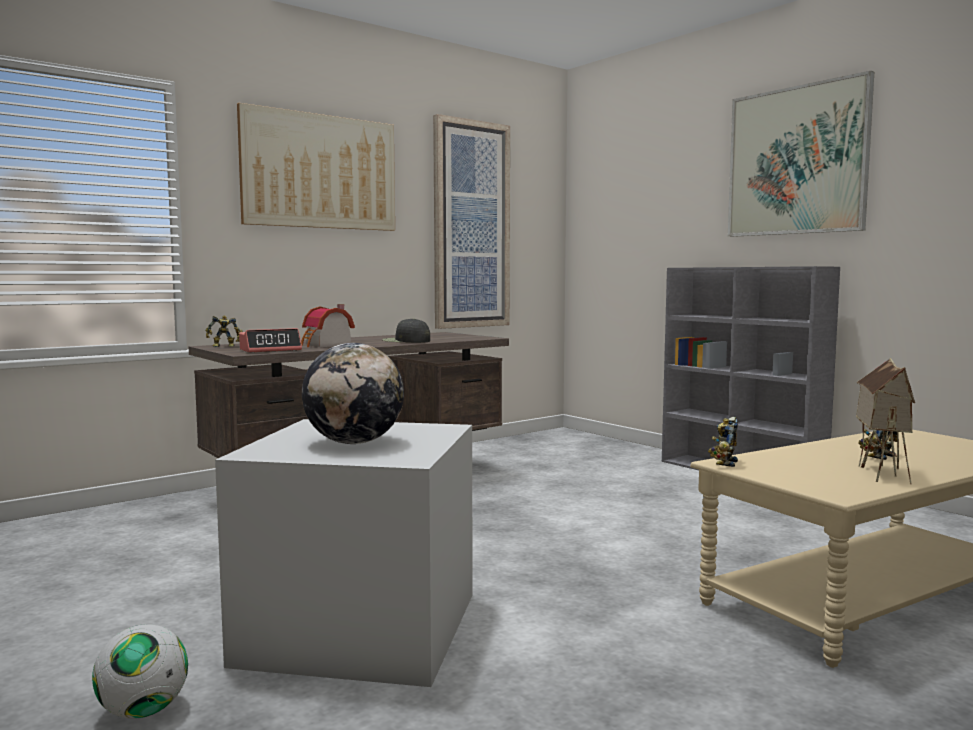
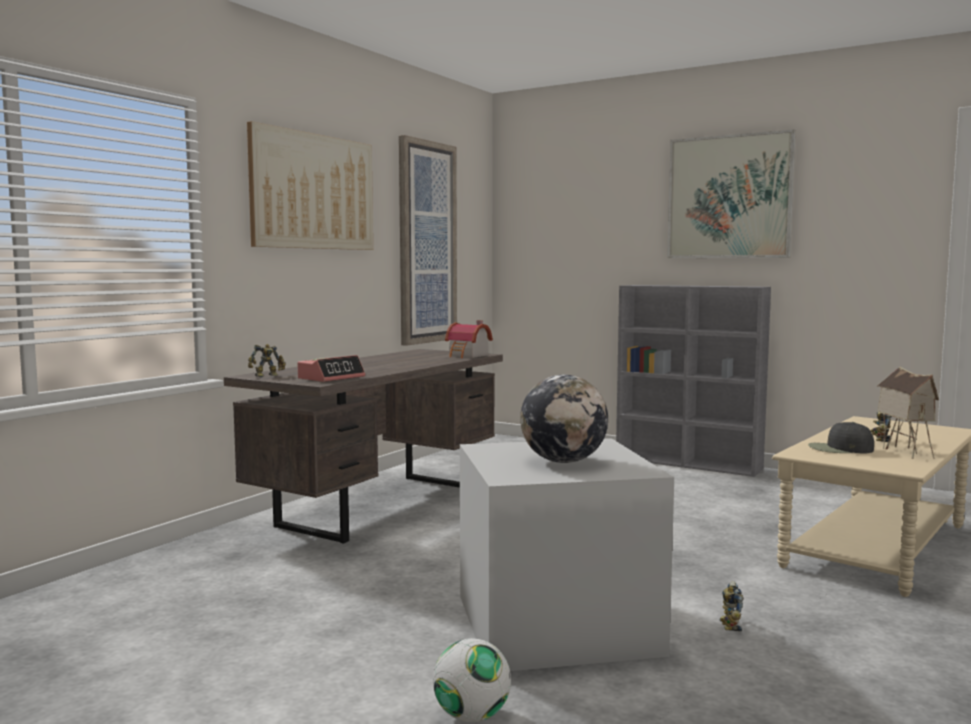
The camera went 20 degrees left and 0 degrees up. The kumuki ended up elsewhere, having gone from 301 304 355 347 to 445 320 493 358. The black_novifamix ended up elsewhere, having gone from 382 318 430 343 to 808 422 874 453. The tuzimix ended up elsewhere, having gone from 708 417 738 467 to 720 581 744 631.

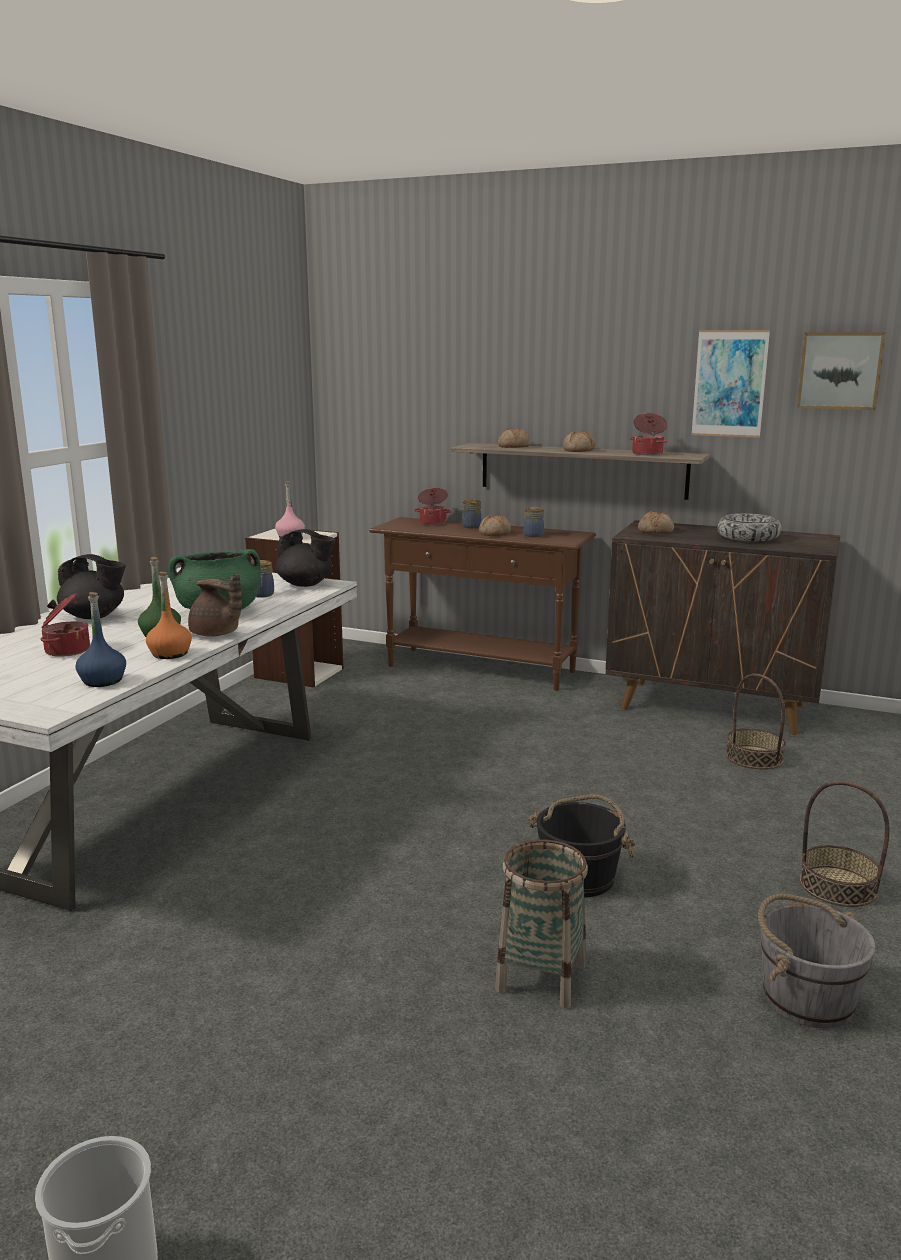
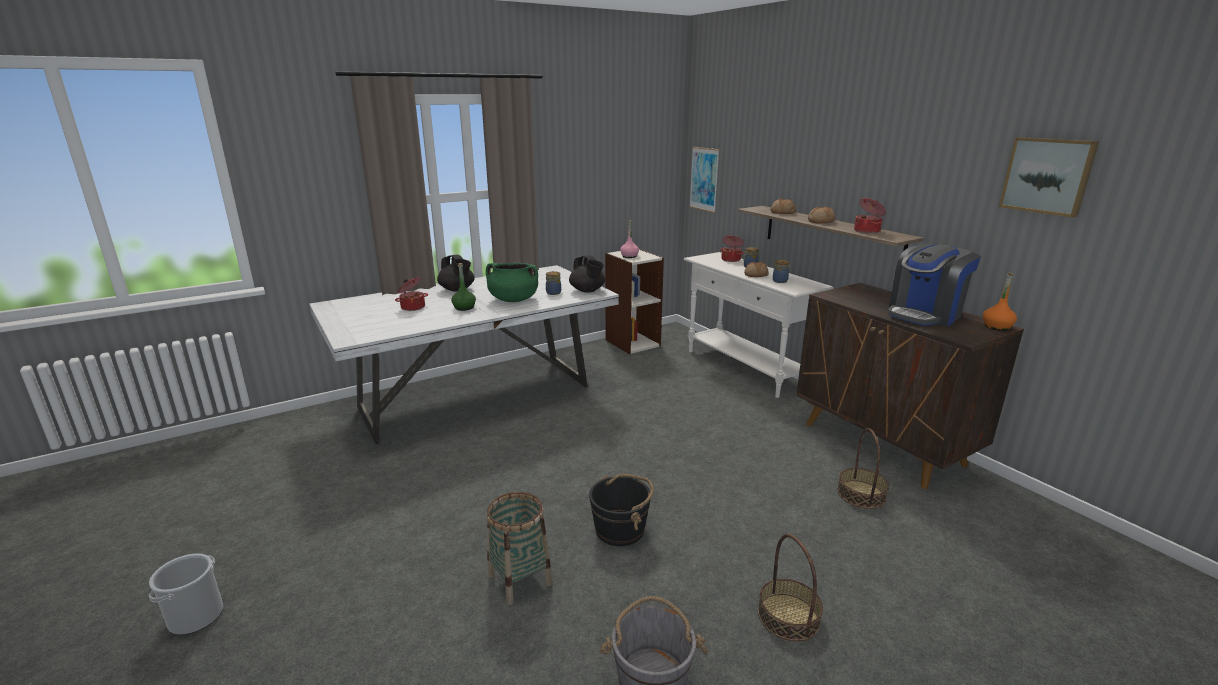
The camera went 35 degrees right and 5 degrees up. The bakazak ended up elsewhere, having gone from 691 330 770 438 to 689 147 720 213. The second view lost the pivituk at 638 511 674 534. Where the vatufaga stood at 717 513 782 542, the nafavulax came to stand at 888 244 981 326. What was the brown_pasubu at 369 517 596 691 turned into the white_pasubu at 684 252 834 398. The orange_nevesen ended up elsewhere, having gone from 146 572 192 659 to 983 272 1017 331. The second view lost the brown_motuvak at 188 574 242 637. The second view lost the blue_nevesen at 75 592 126 687.

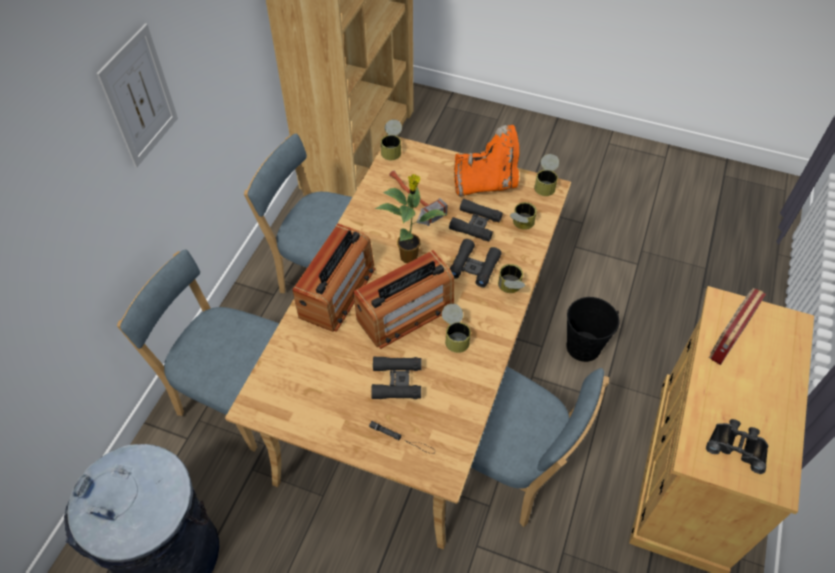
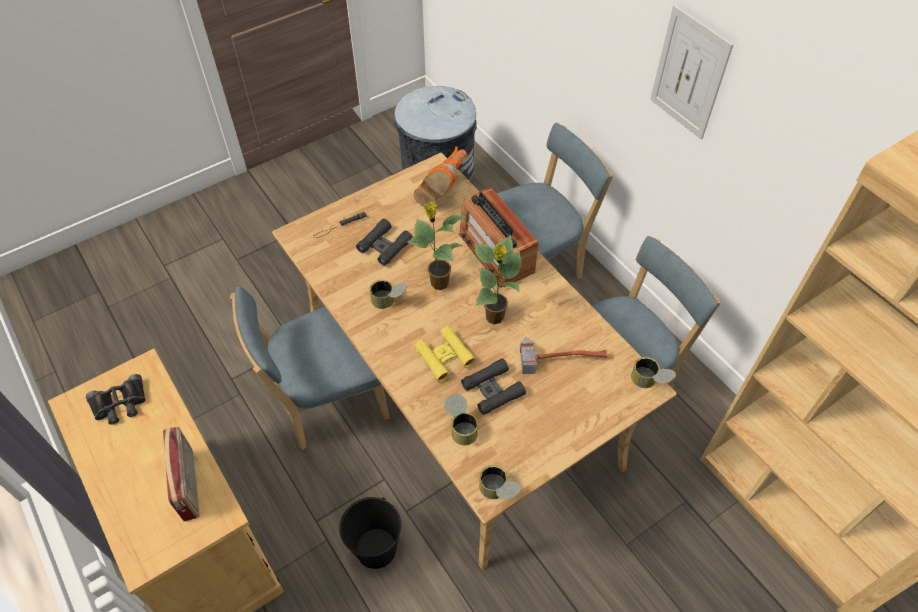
The camera went 125 degrees right and 0 degrees up. The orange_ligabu ended up elsewhere, having gone from 454 125 520 197 to 414 146 467 207. What was the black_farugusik at 450 239 502 287 turned into the yellow_farugusik at 414 326 476 382. Where the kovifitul stood at 353 250 454 349, the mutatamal came to stand at 407 202 466 290. The second view lost the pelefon at 498 264 525 293.

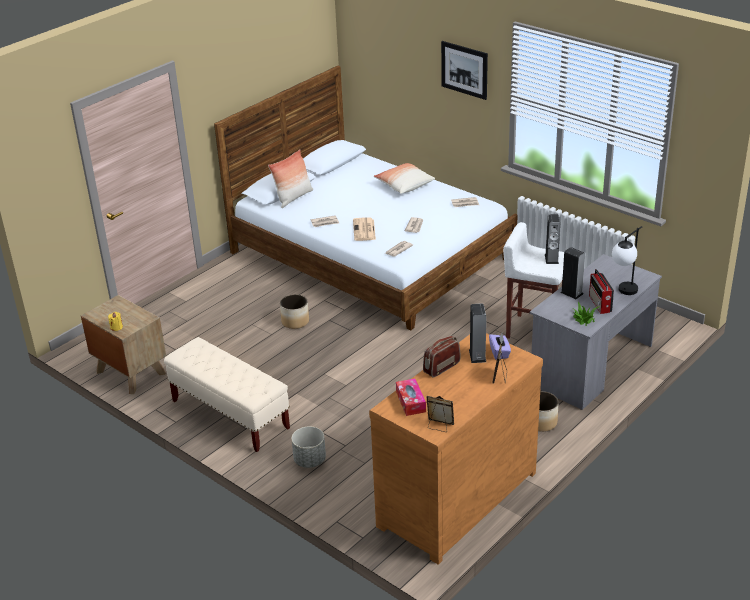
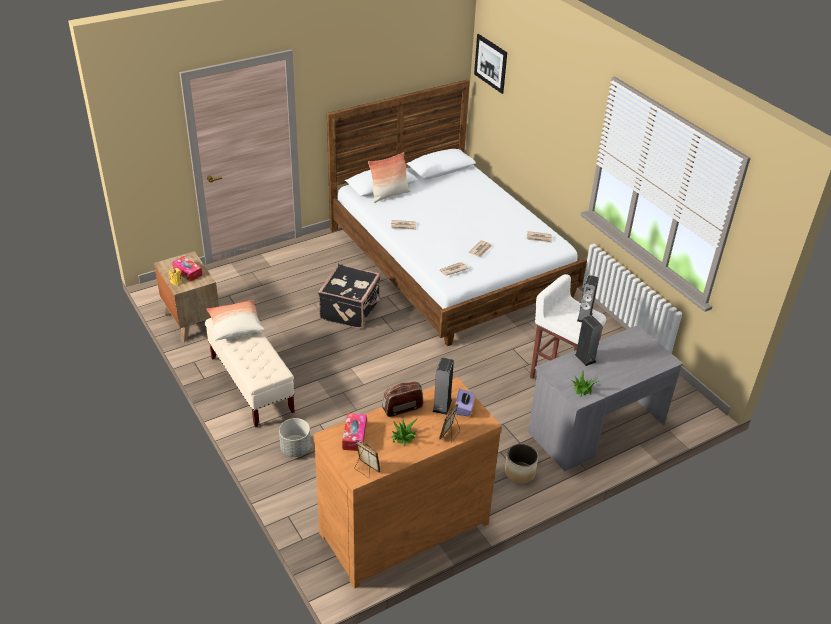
The camera went 15 degrees right and 5 degrees up. The bakazak ended up elsewhere, having gone from 441 41 488 100 to 474 34 507 94. The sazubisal ended up elsewhere, having gone from 374 163 435 194 to 207 300 265 341. The second view lost the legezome at 353 217 376 241. The second view lost the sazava at 612 226 642 295. The second view lost the kovifitul at 589 269 614 314. Where the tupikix stood at 280 294 309 329, the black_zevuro came to stand at 318 264 380 329. The second view gained the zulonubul at 172 256 202 282. The second view gained the mutatamal at 391 418 418 446.

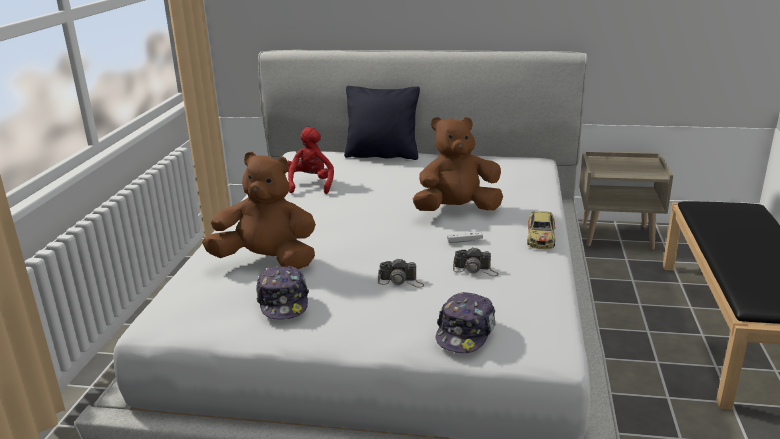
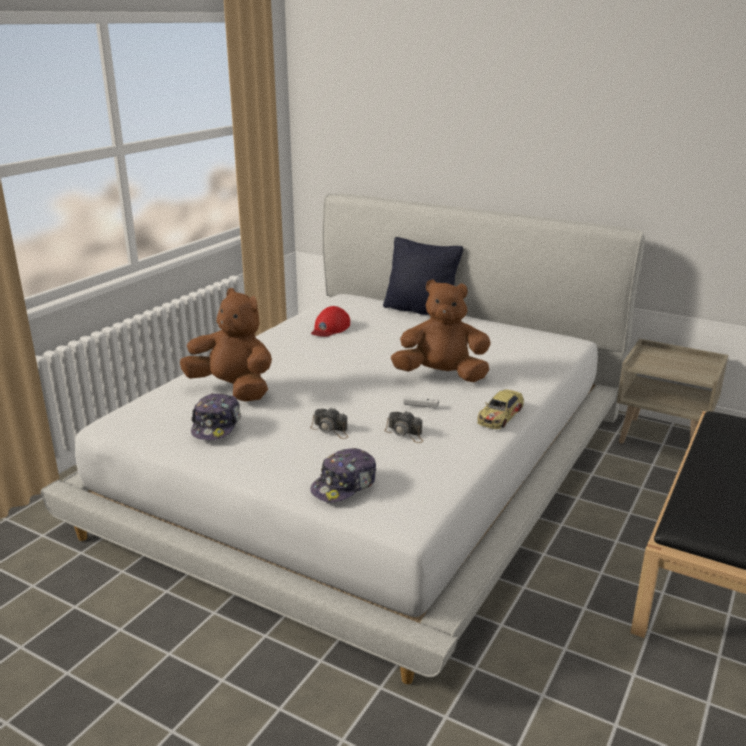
The camera went 20 degrees right and 0 degrees up. Where the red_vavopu stood at 287 127 334 194, the red_novifamix came to stand at 311 306 350 337.

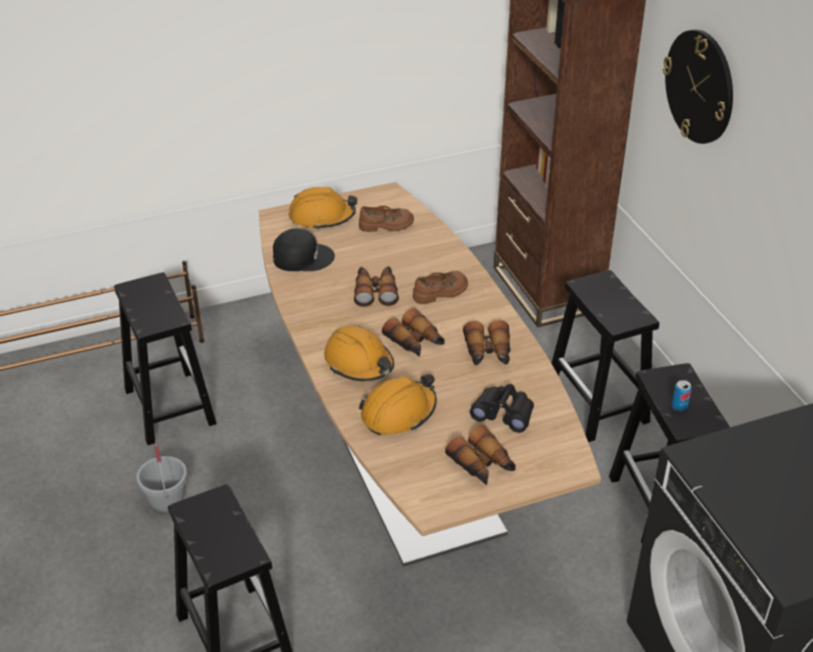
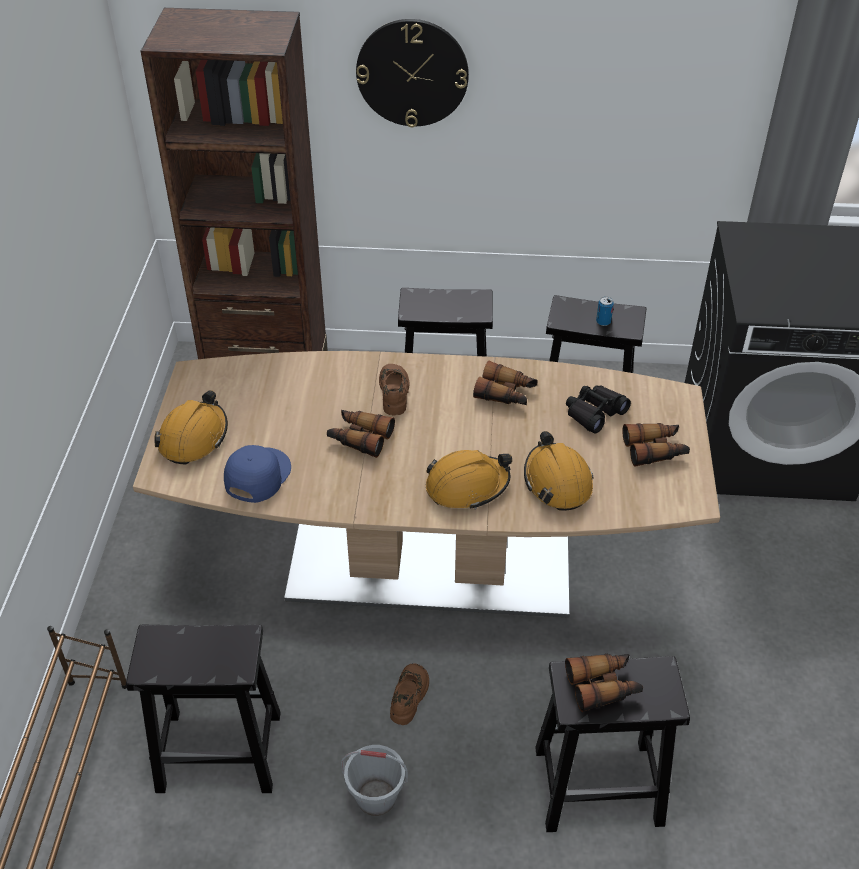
The camera went 65 degrees left and 5 degrees up. The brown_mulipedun ended up elsewhere, having gone from 359 206 414 232 to 390 663 429 725. What was the black_novifamix at 273 228 335 271 turned into the blue_novifamix at 224 445 291 503. The farugusik ended up elsewhere, having gone from 382 308 445 357 to 565 654 643 712.

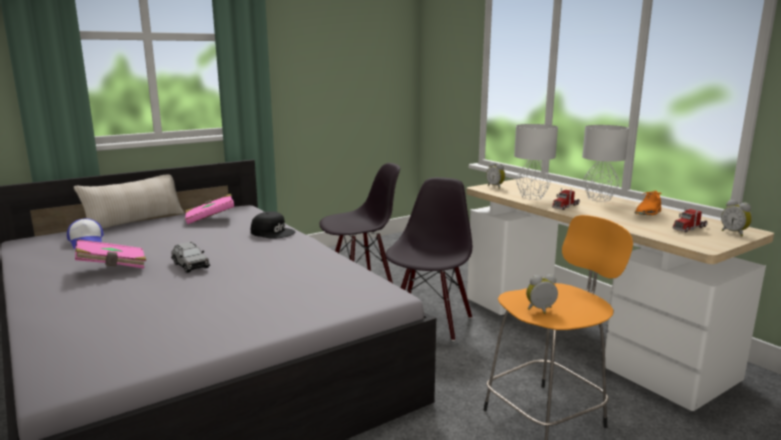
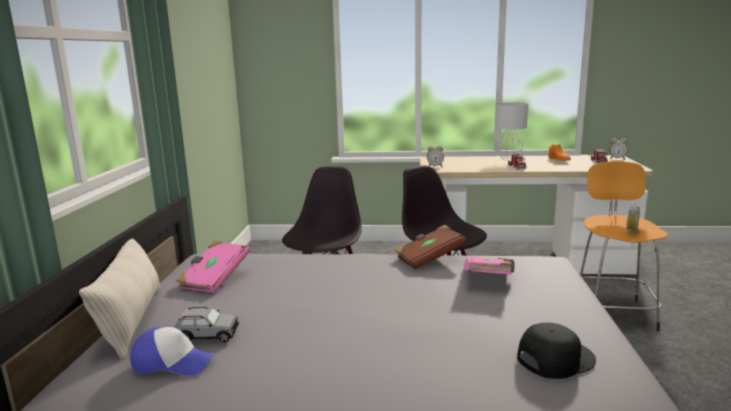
The camera went 50 degrees left and 0 degrees up. The second view lost the grey_sazava at 514 124 558 200. The black_novifamix ended up elsewhere, having gone from 251 211 295 239 to 517 323 596 379. The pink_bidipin ended up elsewhere, having gone from 75 239 146 268 to 464 257 514 275. The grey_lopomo ended up elsewhere, having gone from 171 242 210 273 to 174 307 239 342. The second view gained the brown_bidipin at 395 225 467 270.

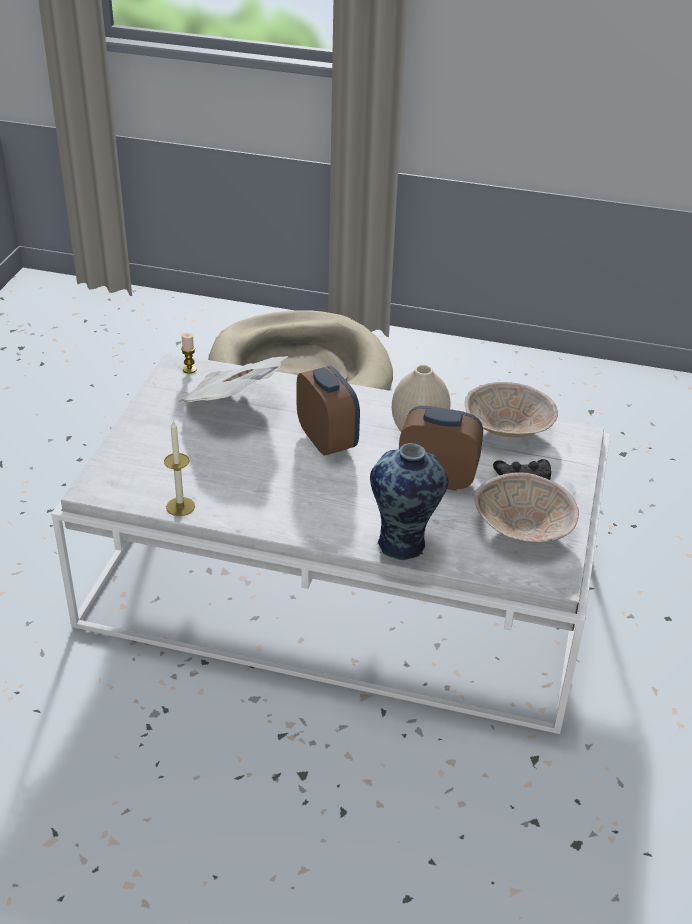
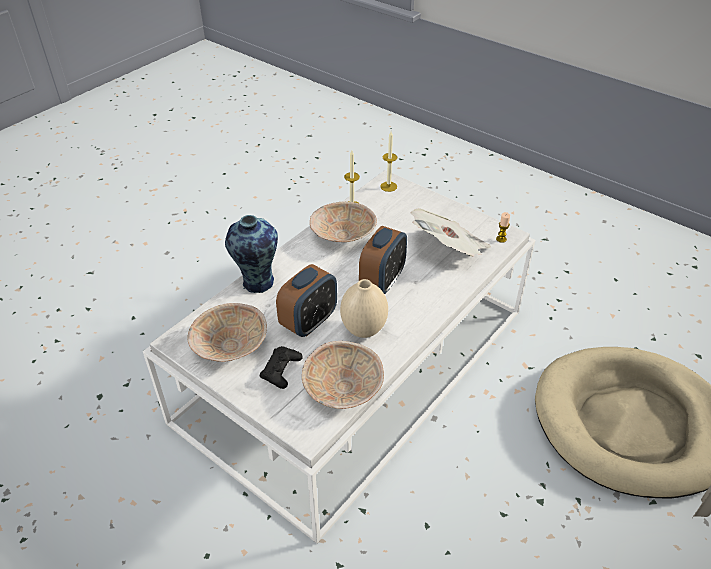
The camera went 115 degrees right and 5 degrees up. The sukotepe at 297 366 360 456 ended up facing another way, 60 degrees counterclockwise from before. The second view gained the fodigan at 380 132 397 192. The second view gained the beige_vatufaga at 310 202 377 242.

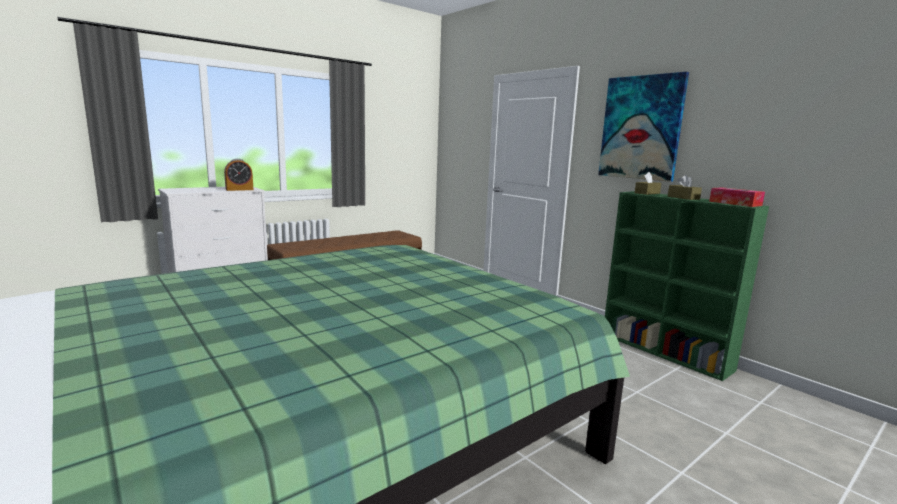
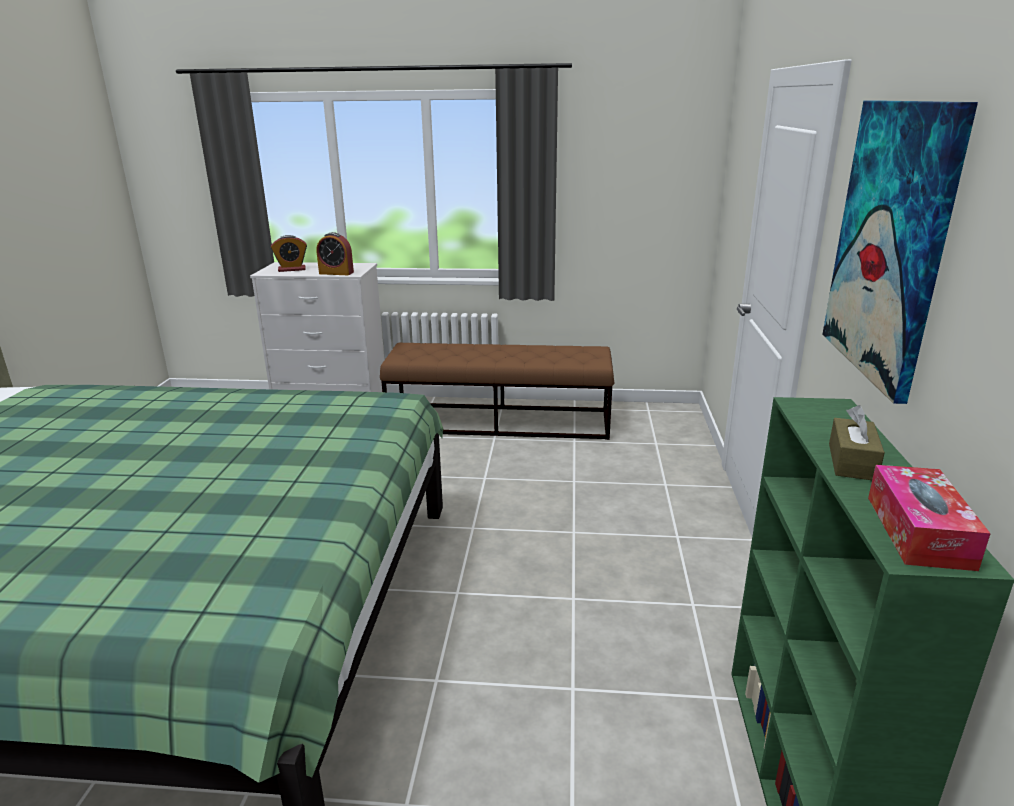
The camera went 45 degrees right and 10 degrees up. The second view lost the brown_zulonubul at 635 172 661 195. The second view gained the sukotepe at 271 235 307 272.

